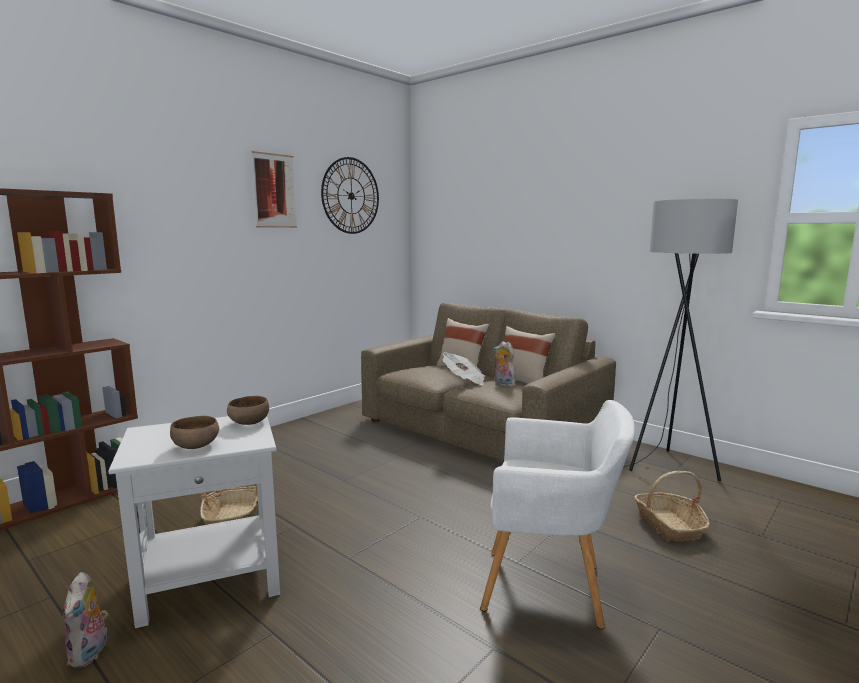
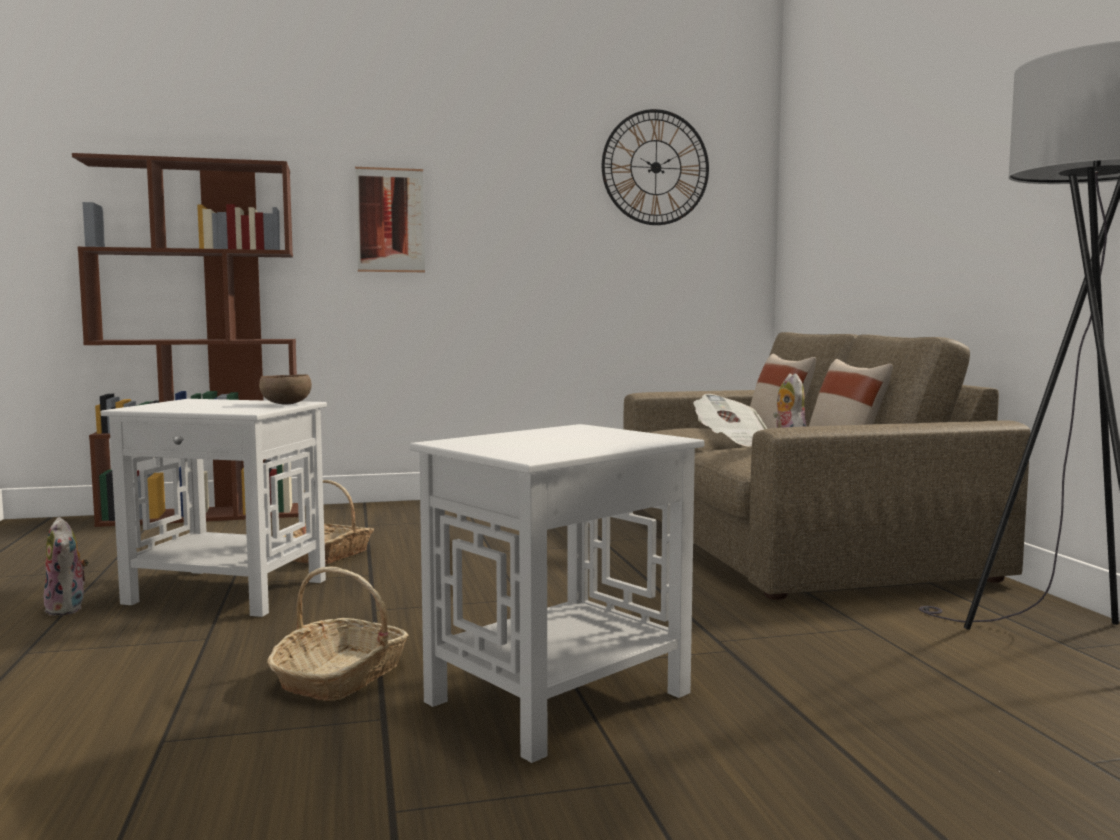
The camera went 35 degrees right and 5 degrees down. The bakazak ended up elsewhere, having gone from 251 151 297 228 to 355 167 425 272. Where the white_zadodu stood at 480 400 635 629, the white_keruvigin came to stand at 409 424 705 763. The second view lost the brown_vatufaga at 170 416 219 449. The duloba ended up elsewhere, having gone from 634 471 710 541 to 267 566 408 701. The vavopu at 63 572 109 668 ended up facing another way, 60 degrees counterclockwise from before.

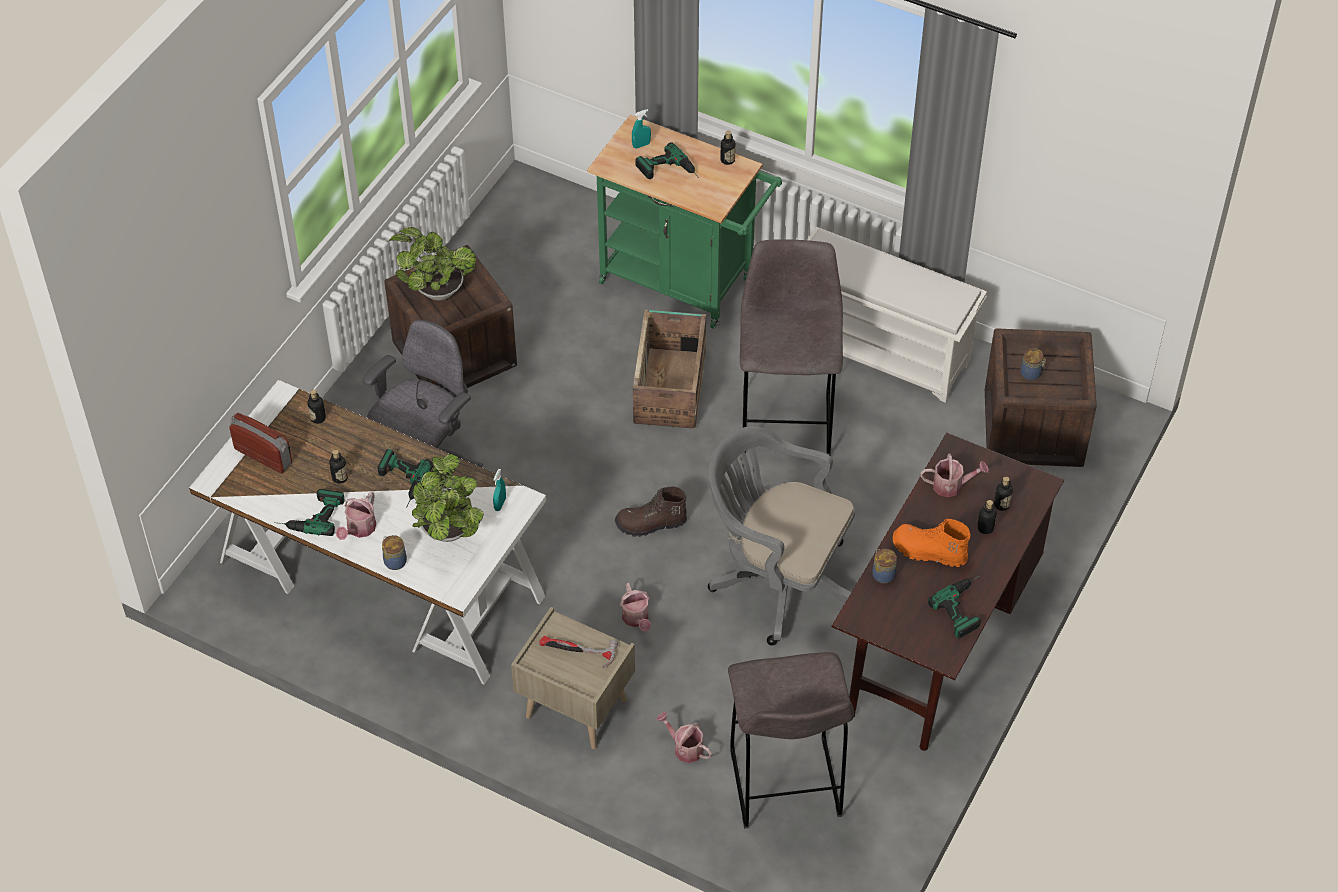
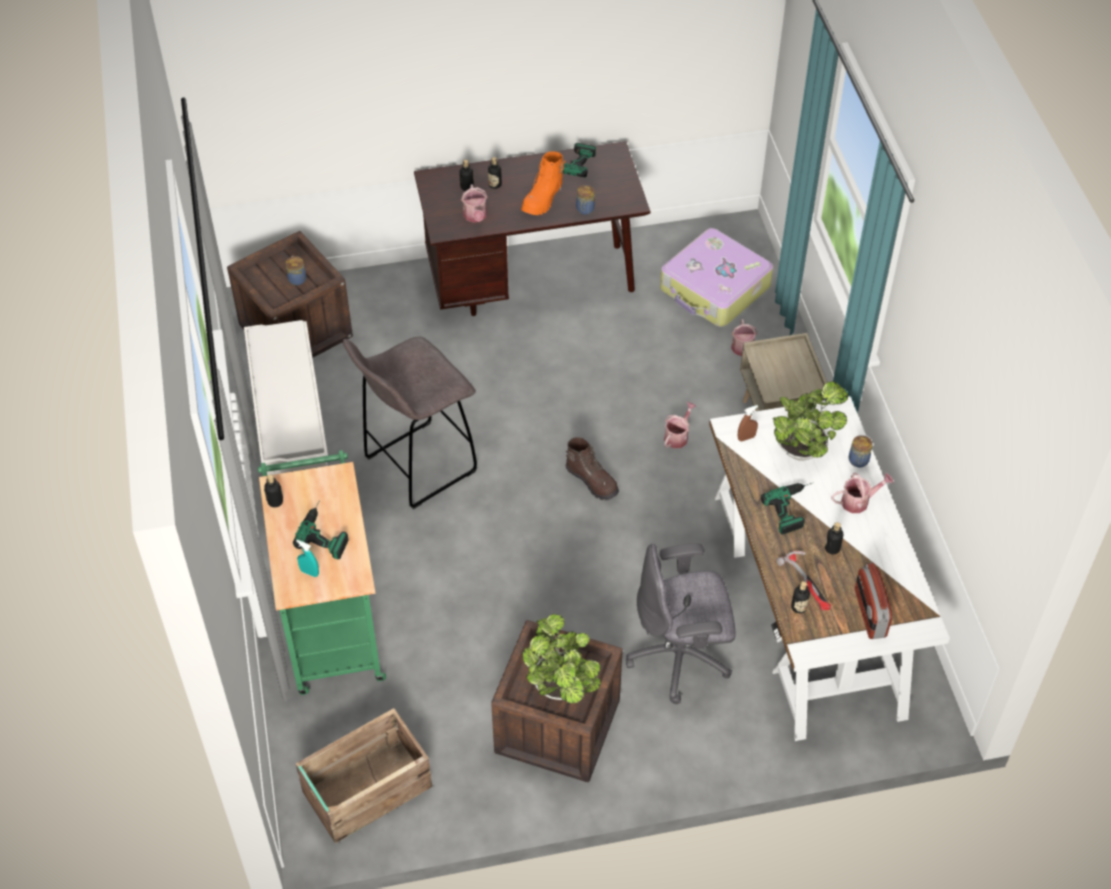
The camera went 130 degrees left and 0 degrees up. The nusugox ended up elsewhere, having gone from 633 310 706 429 to 296 708 432 844. The second view lost the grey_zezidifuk at 708 426 855 646. The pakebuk at 921 454 989 497 ended up facing another way, 150 degrees counterclockwise from before. What was the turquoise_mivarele at 493 469 506 511 turned into the brown_mivarele at 738 405 758 441. The second view lost the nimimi at 274 489 345 536. The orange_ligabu at 893 519 970 567 ended up facing another way, 45 degrees clockwise from before. The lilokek ended up elsewhere, having gone from 539 636 618 668 to 776 551 831 610. Where the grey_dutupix stood at 728 652 854 829, the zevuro came to stand at 660 228 773 327.

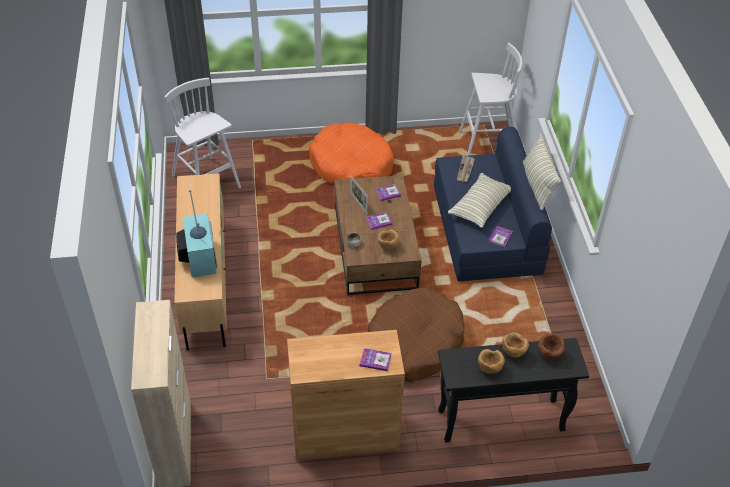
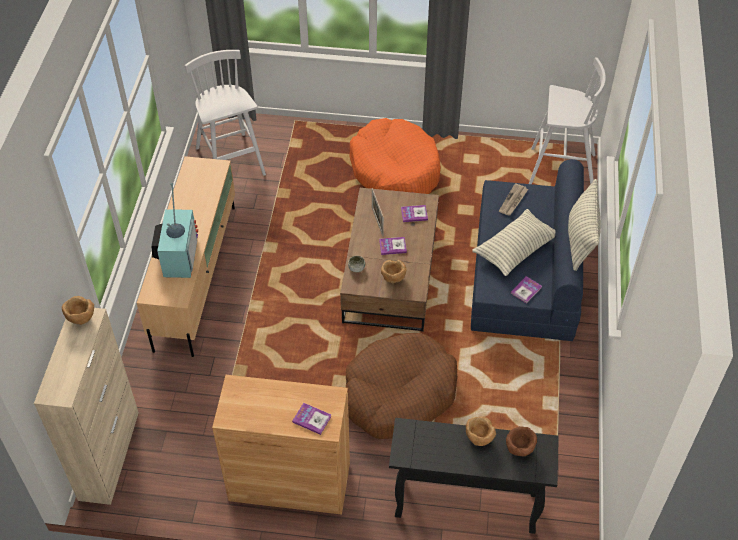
The camera went 15 degrees right and 5 degrees up. The brown_vatufaga ended up elsewhere, having gone from 478 349 505 374 to 62 296 94 325.

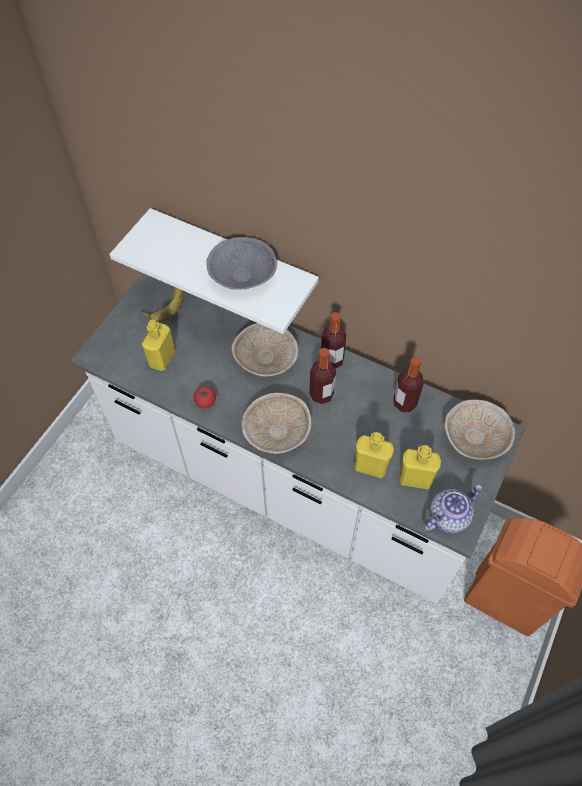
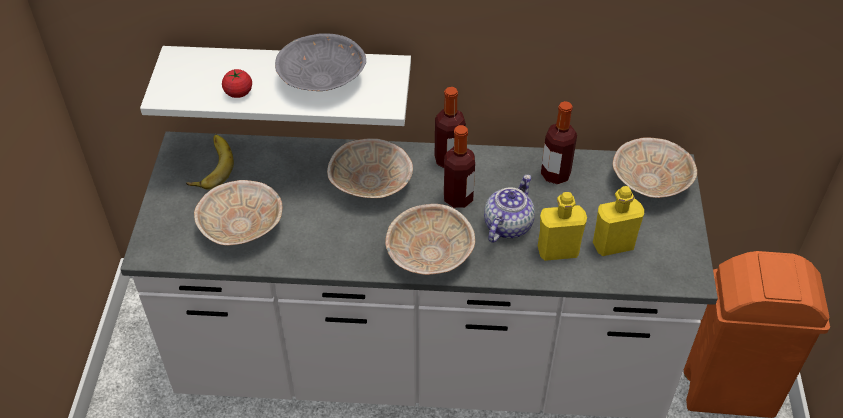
The camera went 25 degrees left and 10 degrees down. Where the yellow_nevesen stood at 142 319 175 371, the beige_vatufaga came to stand at 194 180 283 245. The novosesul ended up elsewhere, having gone from 193 387 216 408 to 222 69 252 98. The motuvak ended up elsewhere, having gone from 424 485 482 534 to 484 175 535 243.

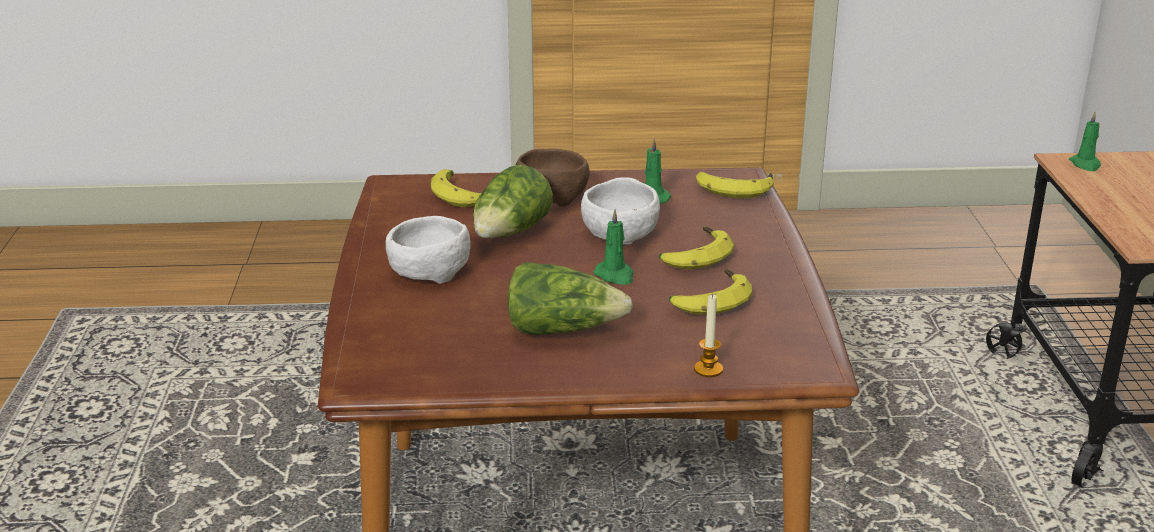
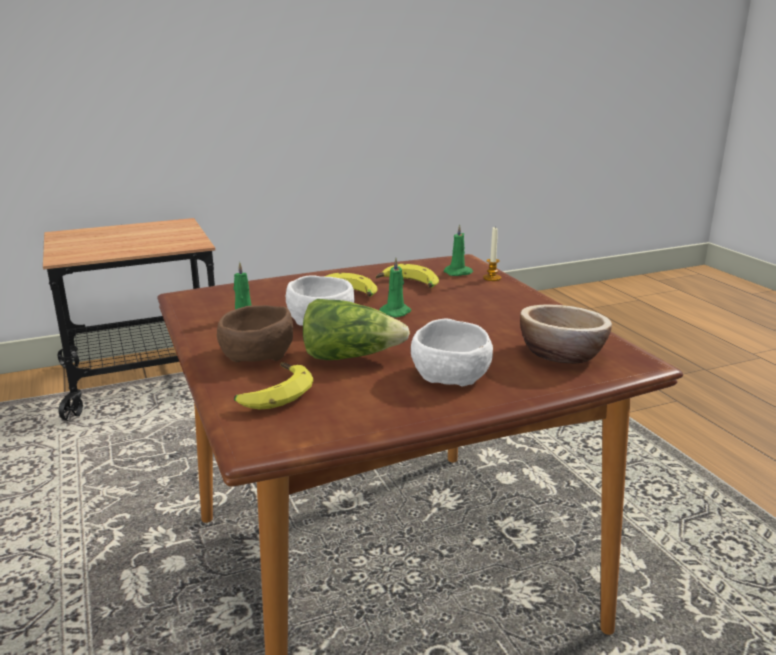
The camera went 110 degrees left and 5 degrees down. The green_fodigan ended up elsewhere, having gone from 1069 112 1101 171 to 443 224 473 276. The second view lost the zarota at 696 172 774 198. The second view lost the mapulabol at 508 262 633 335. The second view gained the vatufaga at 520 304 612 363.

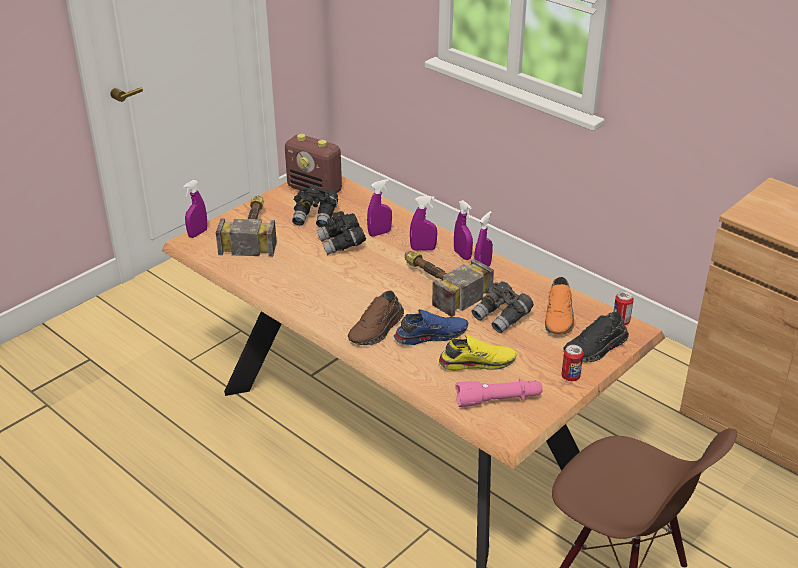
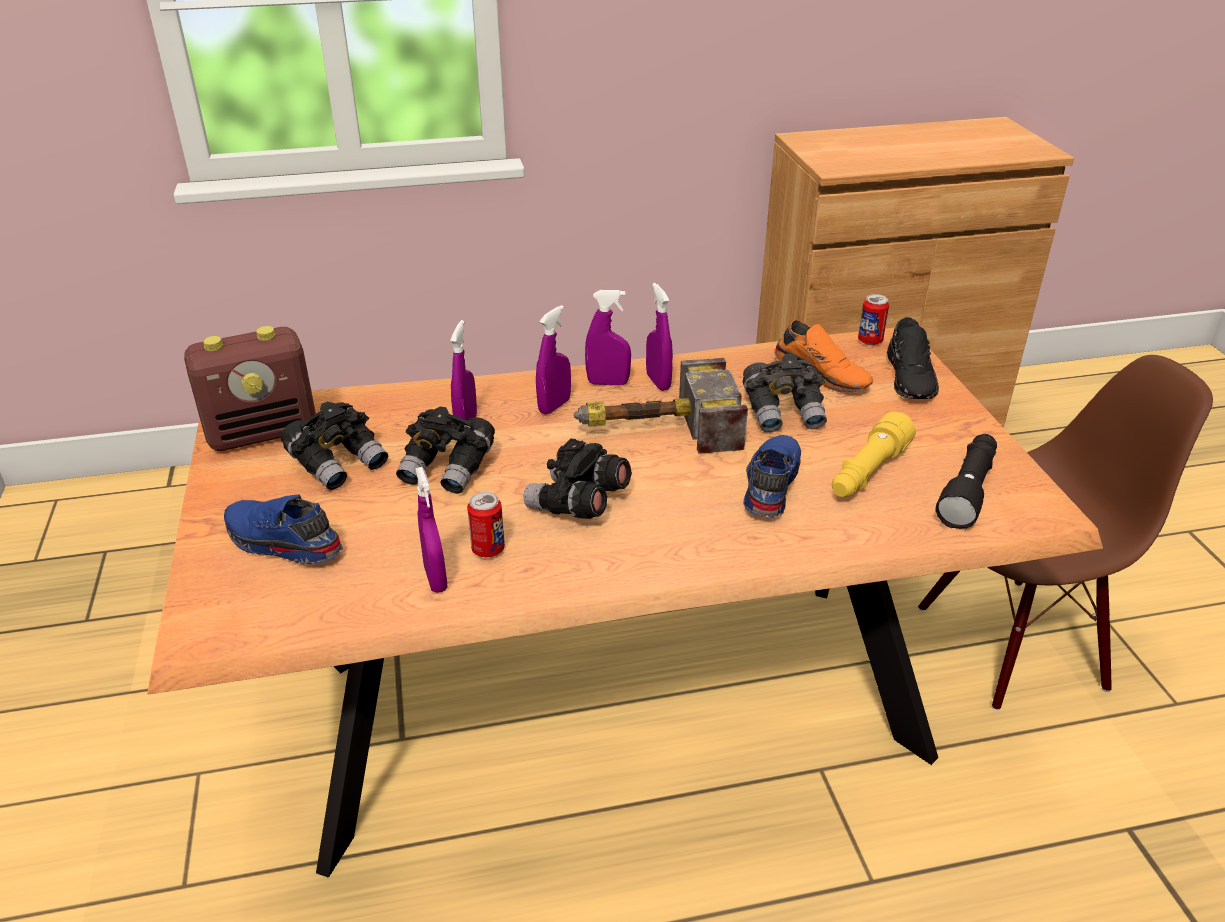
The camera went 55 degrees left and 0 degrees up. The purple_mivarele ended up elsewhere, having gone from 183 180 207 238 to 416 467 448 593. Where the lilokek stood at 216 196 277 257, the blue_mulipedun came to stand at 224 494 343 564. The second view lost the brown_mulipedun at 348 291 404 345. Where the yellow_mulipedun stood at 438 335 517 371, the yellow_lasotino came to stand at 832 412 916 497. The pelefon ended up elsewhere, having gone from 561 345 583 381 to 467 492 505 557. What was the pink_lasotino at 455 379 543 407 turned into the black_lasotino at 936 434 997 529. The second view gained the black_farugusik at 523 438 632 519.

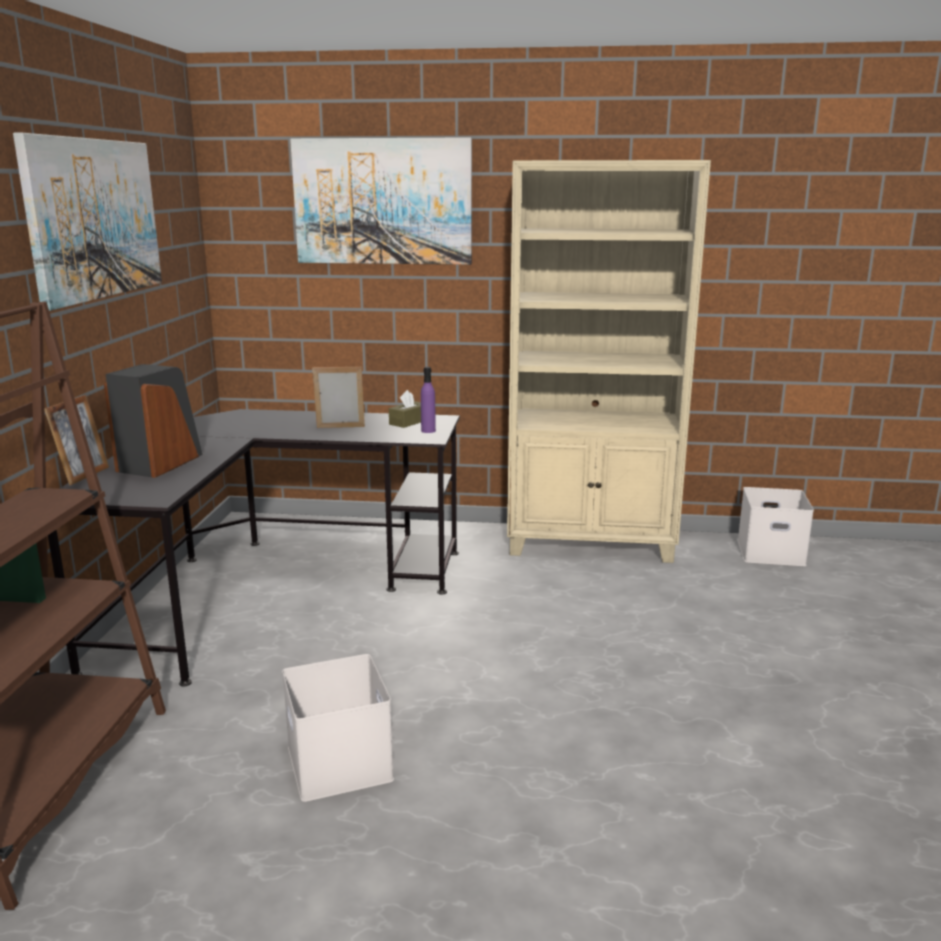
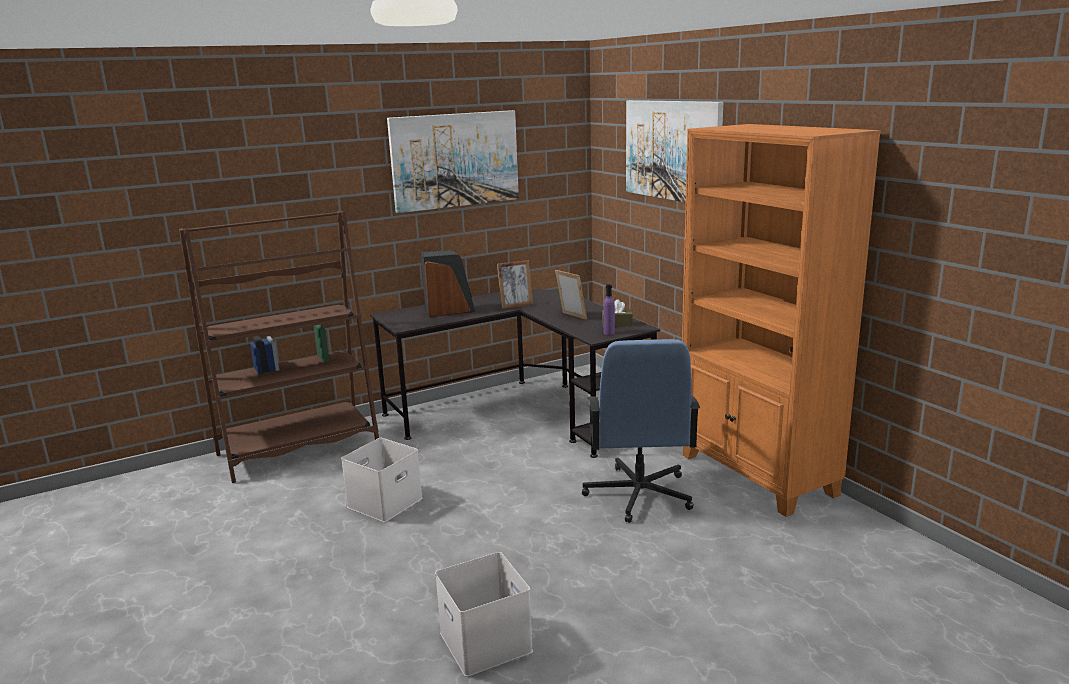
The camera went 55 degrees right and 0 degrees up. What was the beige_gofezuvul at 507 160 711 563 turned into the orange_gofezuvul at 682 124 881 517. The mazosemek ended up elsewhere, having gone from 44 395 109 485 to 497 260 533 309. The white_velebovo ended up elsewhere, having gone from 737 487 814 566 to 435 552 533 677. The second view gained the blue_zezidifuk at 582 339 700 523.

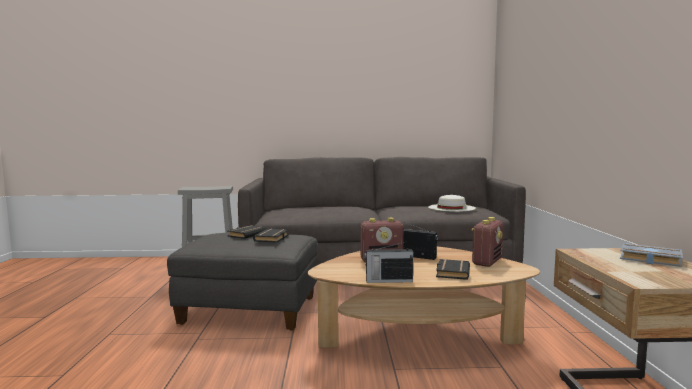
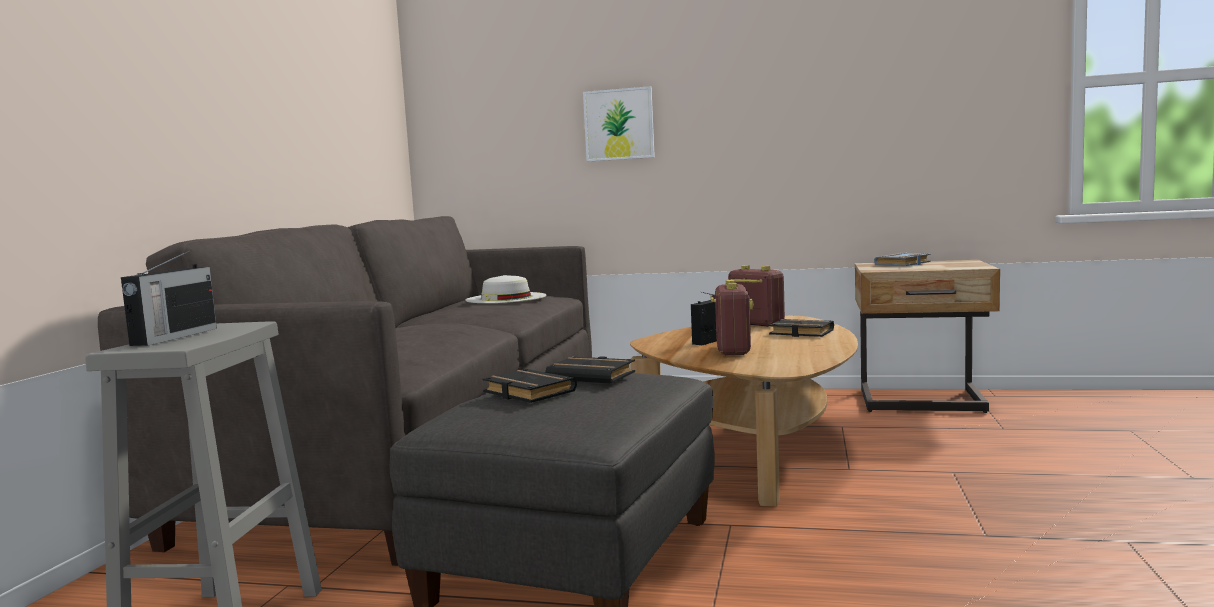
The camera went 75 degrees left and 0 degrees up. The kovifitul ended up elsewhere, having gone from 364 242 413 283 to 121 250 217 346. The second view gained the bakazak at 583 86 655 162.

